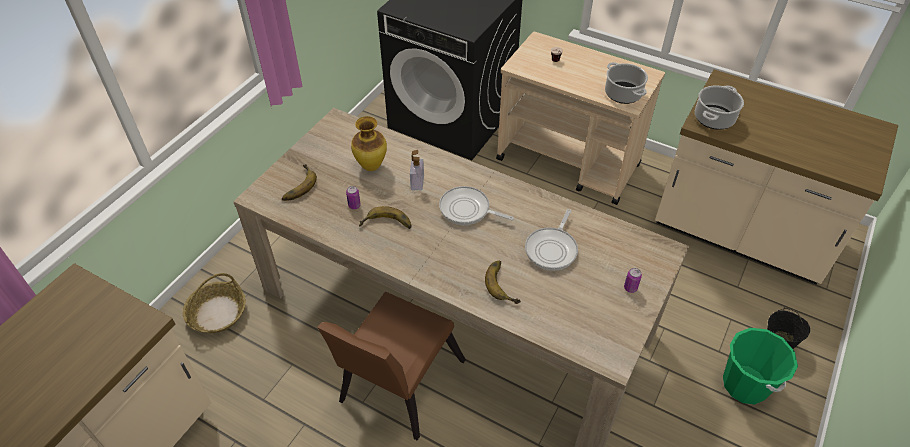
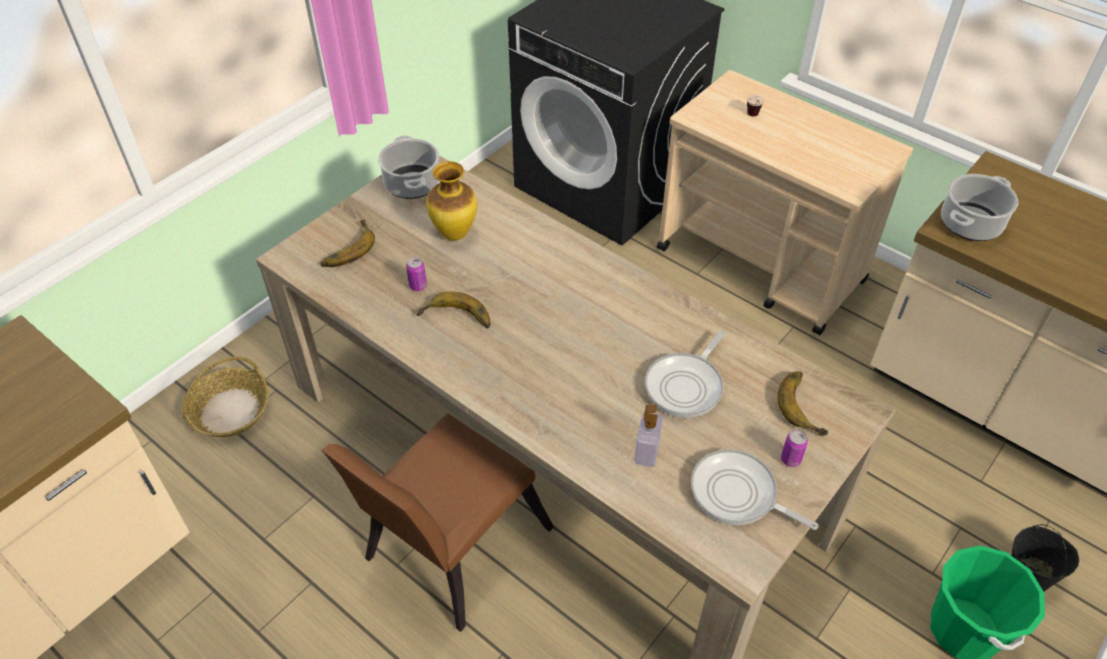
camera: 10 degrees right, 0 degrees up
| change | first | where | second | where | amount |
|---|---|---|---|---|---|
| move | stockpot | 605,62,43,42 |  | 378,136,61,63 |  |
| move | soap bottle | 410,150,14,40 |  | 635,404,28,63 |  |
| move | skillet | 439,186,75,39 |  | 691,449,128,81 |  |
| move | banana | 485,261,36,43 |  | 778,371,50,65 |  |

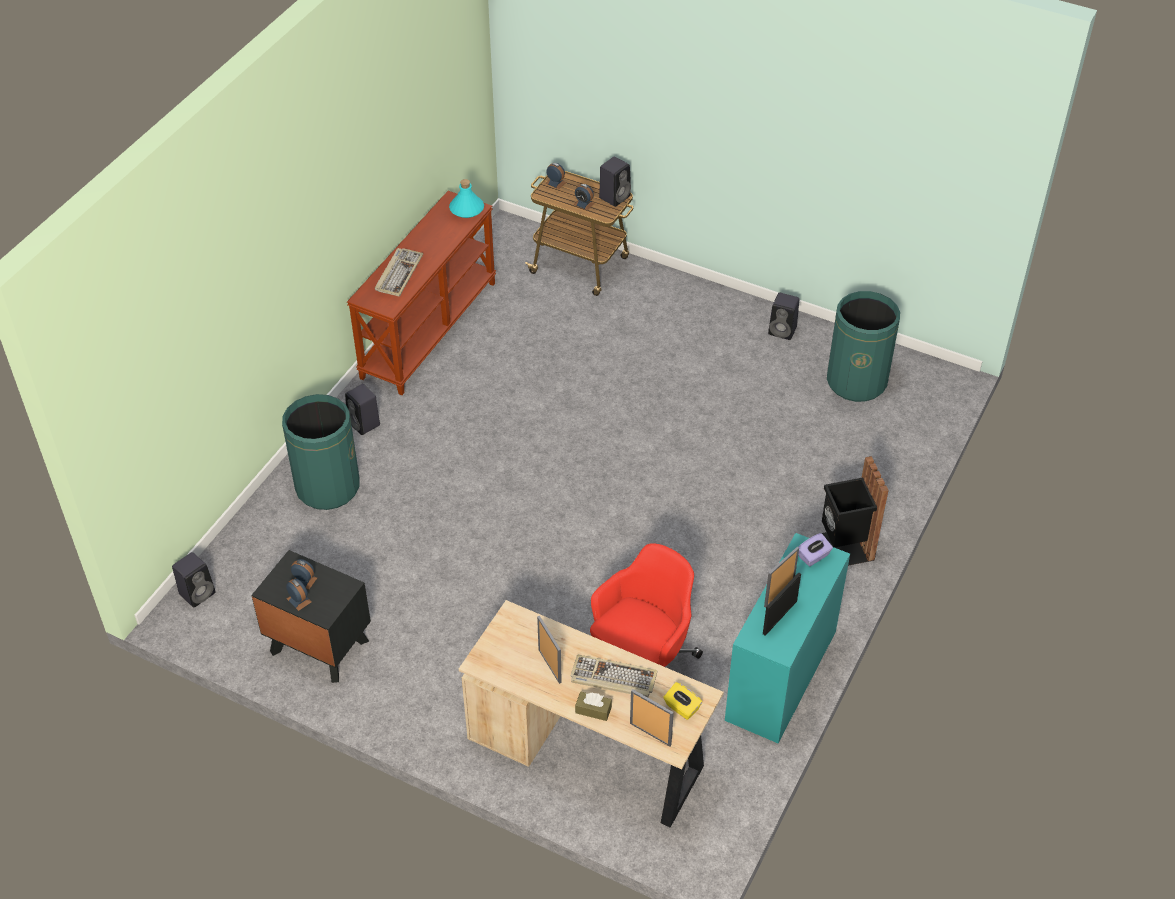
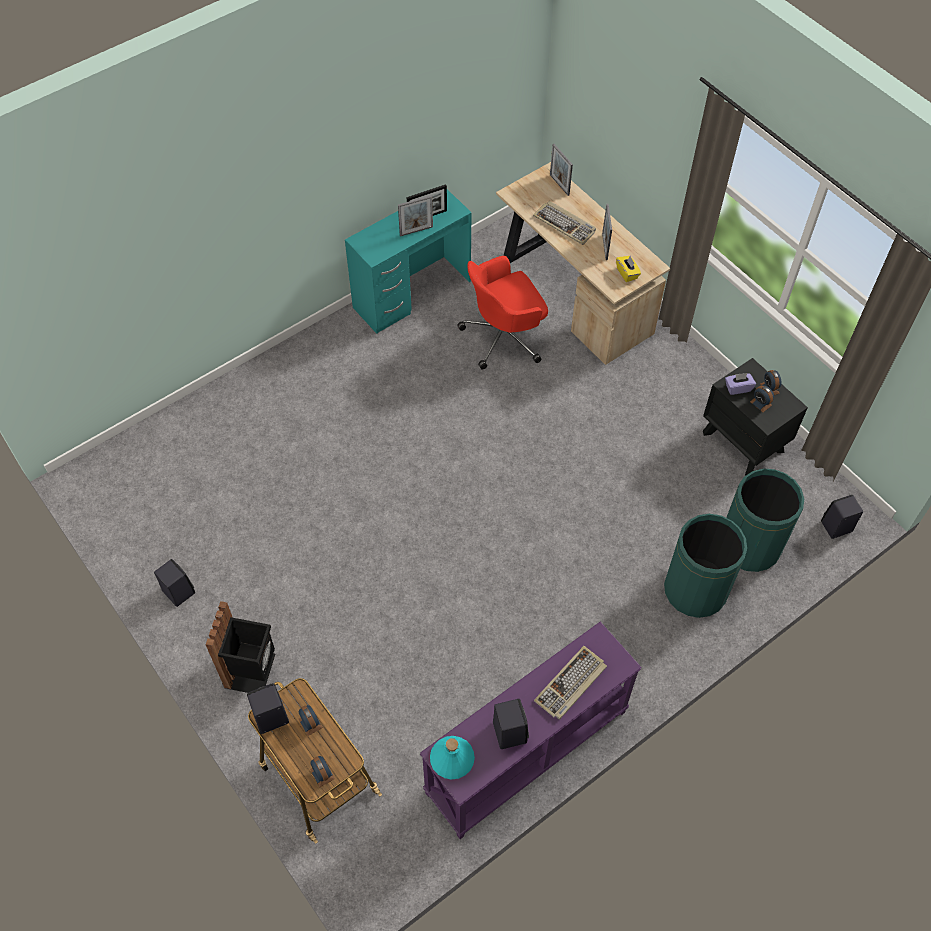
camera: 155 degrees left, 10 degrees up
| change | first | where | second | where | amount |
|---|---|---|---|---|---|
| recolor | brownish narrow table | 347,191,149,204 | purple-coloured narrow table | 420,622,222,217 |  |
| move | green-coloured trash can | 827,291,73,111 |  | 726,469,78,103 |  |
| move | black speaker | 345,384,35,51 |  | 493,699,36,50 |  |
| move | black trash can | 822,456,67,110 |  | 206,601,69,92 |  |
| move | purple-coloured tissue holder | 798,533,35,33 |  | 725,373,31,22 |  |
| move | yellow-coloured tissue holder | 663,682,39,38 |  | 616,256,25,26 |  |
| delete | brownish tissue holder | 575,691,37,30 |  |  |  |

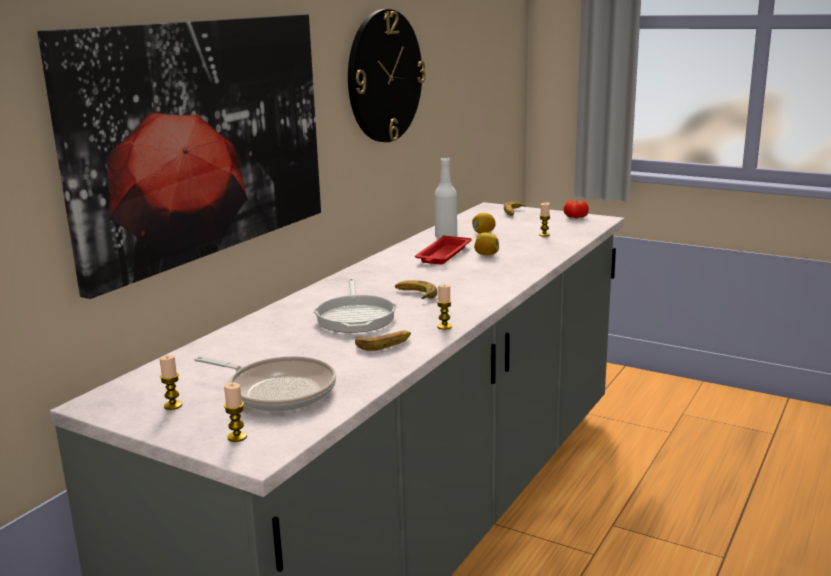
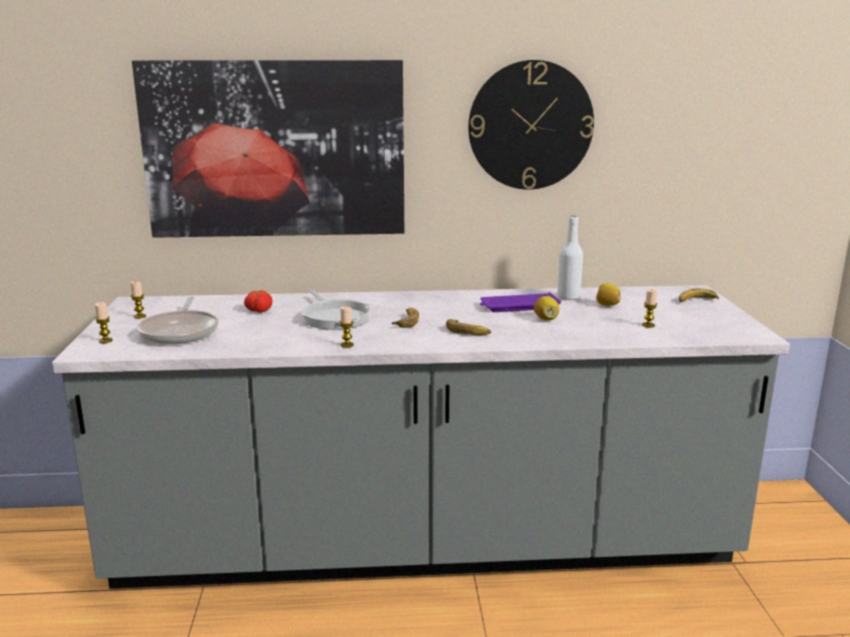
camera: 55 degrees right, 0 degrees up
| change | first | where | second | where | amount |
|---|---|---|---|---|---|
| move | fresh tomato | 563,200,26,18 |  | 244,290,28,23 |  |
| recolor | red carrying tray | 415,236,56,29 | purple-coloured carrying tray | 480,292,81,20 |  |
| rotate | skillet | 313,278,85,55 |  | 301,289,69,41 | 75 degrees counterclockwise |
| move | banana | 355,330,56,21 |  | 446,319,45,17 |  |

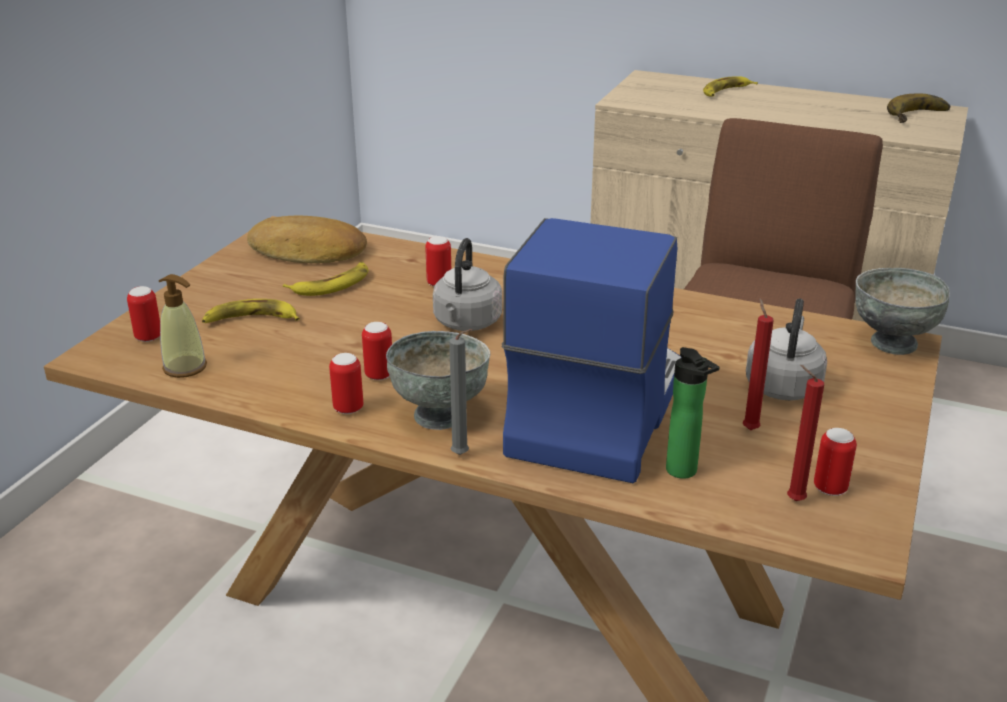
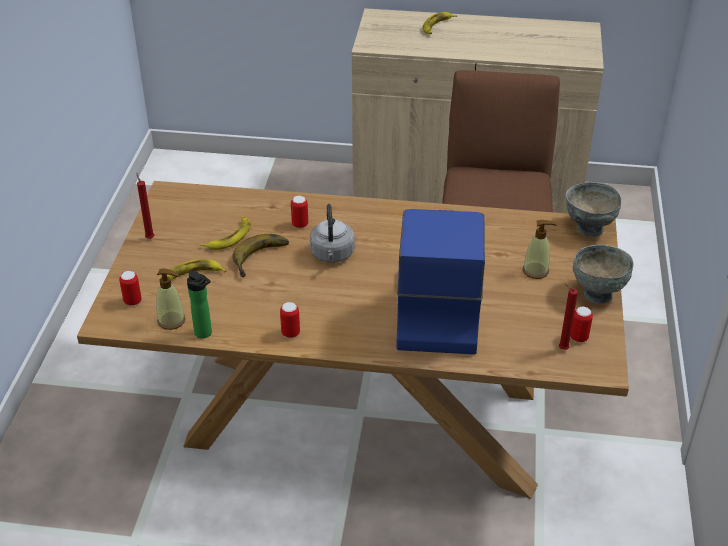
camera: 15 degrees left, 10 degrees up
| change | first | where | second | where | amount |
|---|---|---|---|---|---|
| move | banana | 887,93,63,30 |  | 232,234,57,43 |  |
| delete | baked bread | 247,216,120,47 |  |  |  |
| move | red wax candle | 743,298,31,132 |  | 136,172,18,67 |  |
| replace | greyish water kettle | 746,298,81,103 | soap bottle | 523,220,34,59 |  |
| delete | can | 362,322,30,58 |  |  |  |
| delete | greyish wax candle | 449,329,23,126 |  |  |  |
| move | greyish bowl | 386,331,104,99 |  | 573,245,61,59 |  |
| move | beverage bottle | 666,347,54,132 |  | 187,271,25,67 |  |

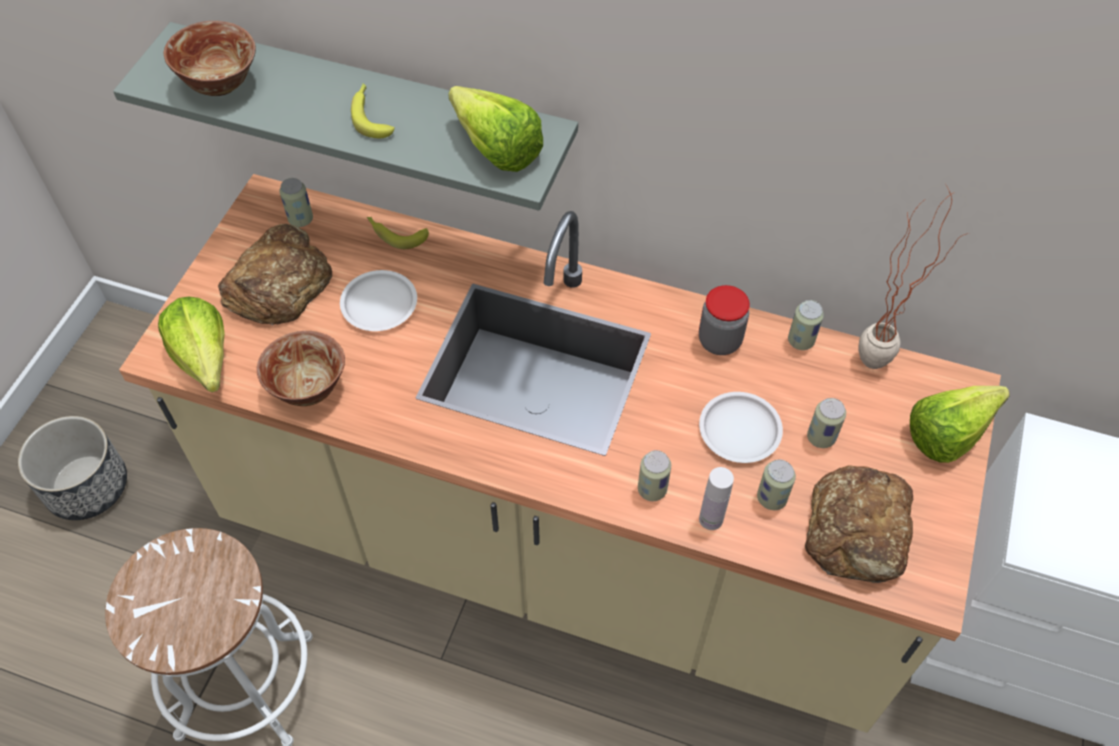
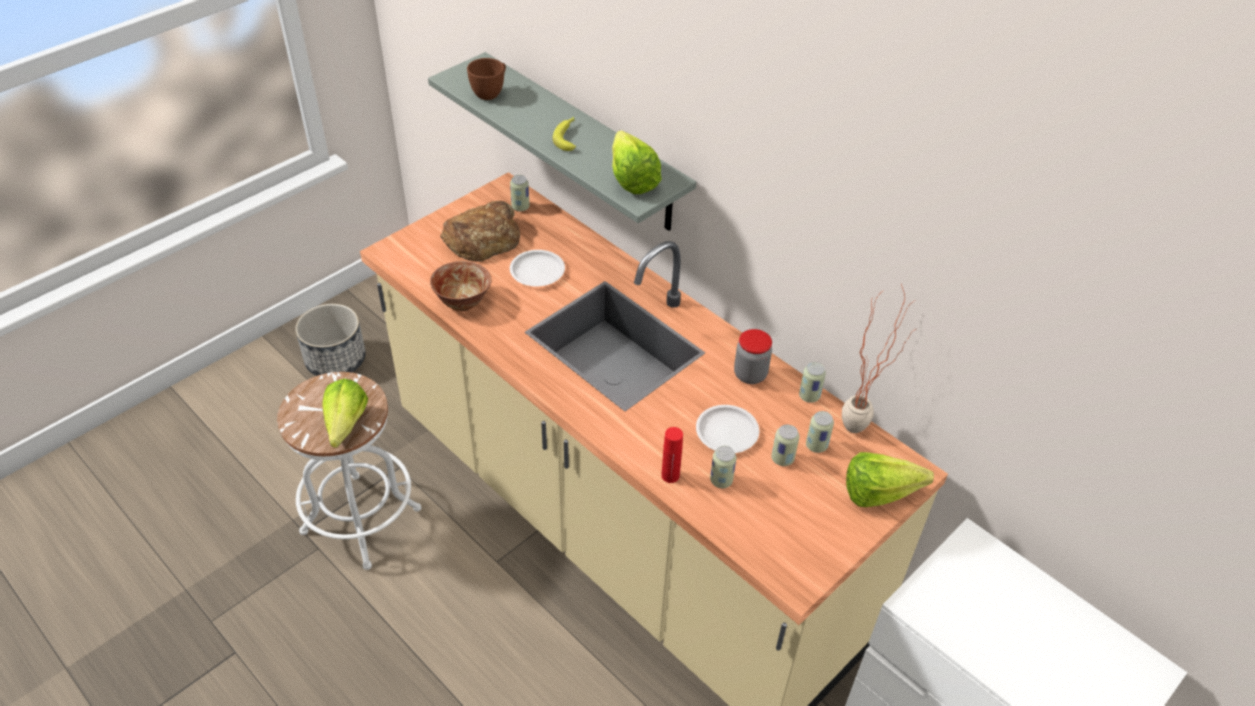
camera: 25 degrees right, 10 degrees down
| change | first | where | second | where | amount |
|---|---|---|---|---|---|
| replace | bowl | 164,21,92,75 | brownish cup | 467,58,39,42 |  |
| delete | banana | 367,217,62,32 |  |  |  |
| move | lettuce head | 158,297,67,95 |  | 322,378,46,70 |  |
| move | can | 638,450,33,51 |  | 806,411,28,42 |  |
| delete | baked bread | 805,465,108,118 |  |  |  |
| recolor | white beverage bottle | 699,467,35,63 | red beverage bottle | 661,427,22,56 |  |

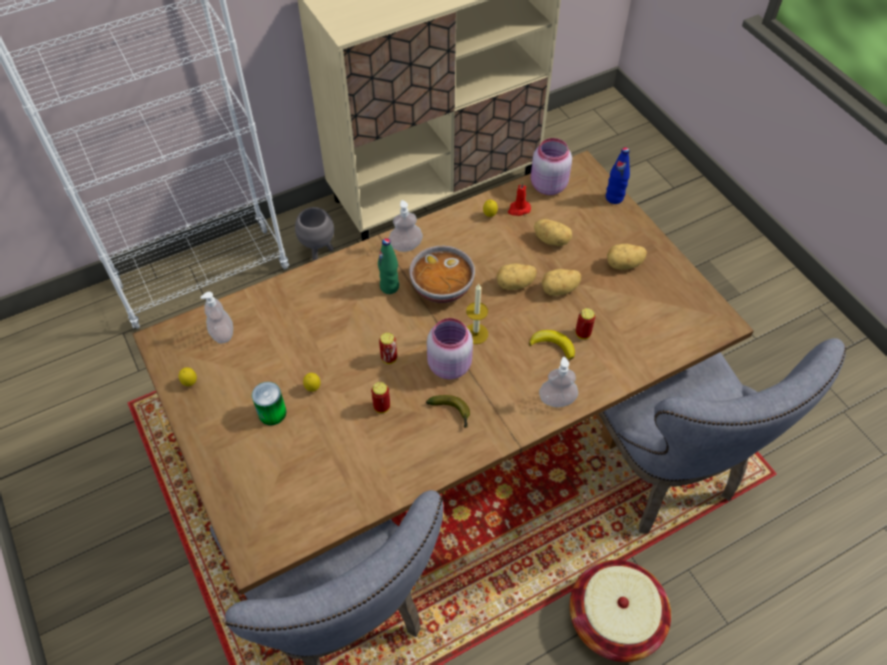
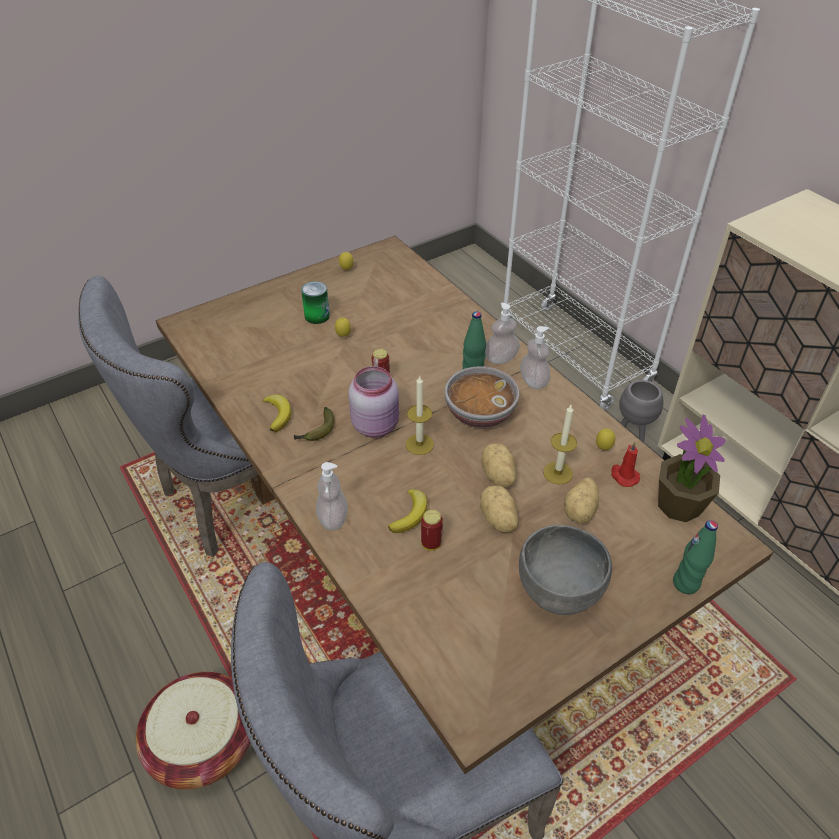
camera: 85 degrees right, 10 degrees down
| change | first | where | second | where | amount |
|---|---|---|---|---|---|
| replace | pinkish jar | 531,138,41,57 | houseplant | 658,415,68,107 |  |
| recolor | blue-coloured beverage bottle | 606,147,24,57 | green-coloured beverage bottle | 673,520,45,74 |  |
| replace | whole potato | 607,244,40,26 | greyish bowl | 519,525,93,90 |  |
| move | soap bottle | 200,292,33,52 |  | 485,303,35,61 |  |
| delete | can | 371,382,19,31 |  |  |  |
| insert |  |  | banana | 262,394,30,38 |  |
| insert |  |  | wax candle | 543,405,34,80 |  |

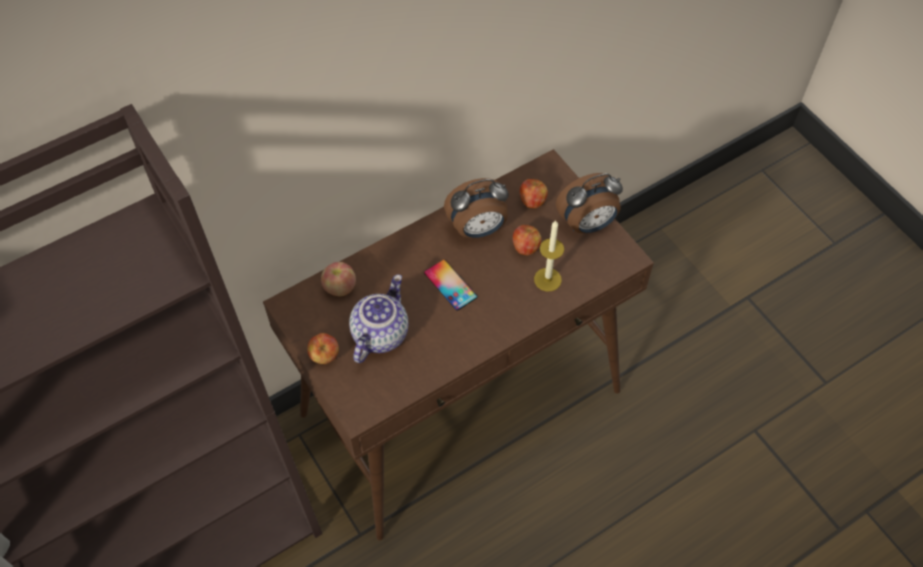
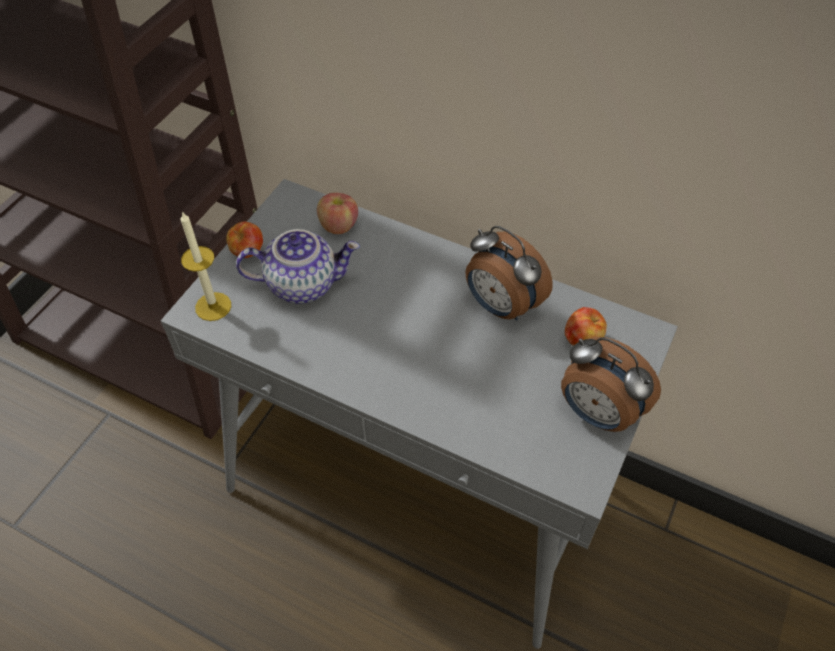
camera: 60 degrees right, 5 degrees down
| change | first | where | second | where | amount |
|---|---|---|---|---|---|
| recolor | brownish narrow table | 263,149,391,391 | greyish narrow table | 161,179,517,470 |  |
| move | wax candle | 534,221,30,70 |  | 181,211,50,110 |  |
| delete | apple | 513,225,28,31 |  |  |  |
| delete | telephone | 424,259,53,52 |  |  |  |

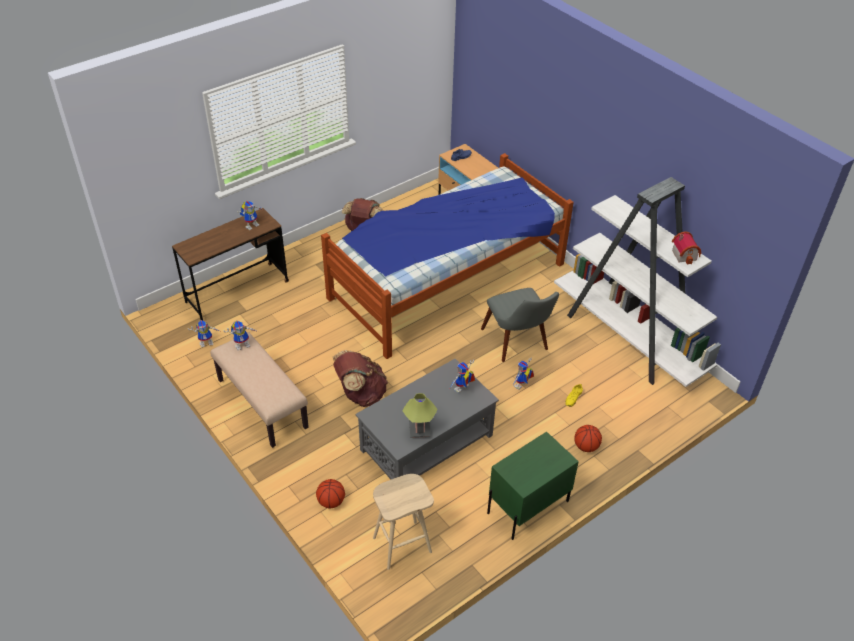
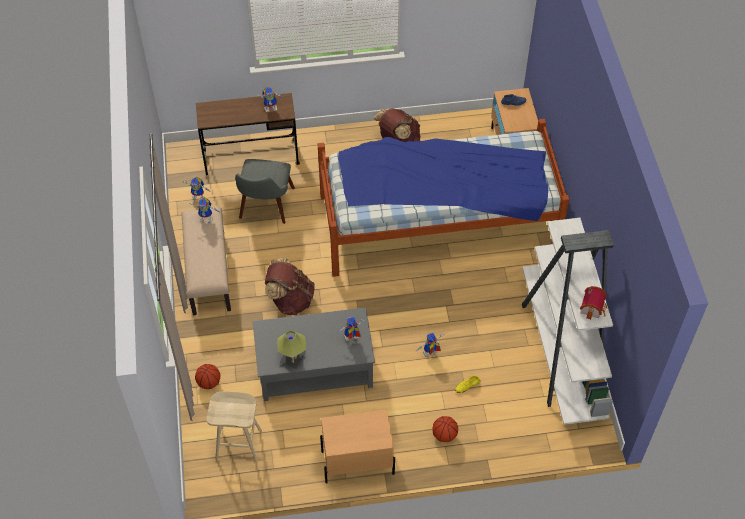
camera: 30 degrees right, 10 degrees up
| change | first | where | second | where | amount |
|---|---|---|---|---|---|
| move | greyish plain chair | 481,288,78,74 |  | 235,159,60,65 |  |
| recolor | green-coloured bedside table | 487,431,92,109 | sand-coloured bedside table | 320,410,75,73 |  |

